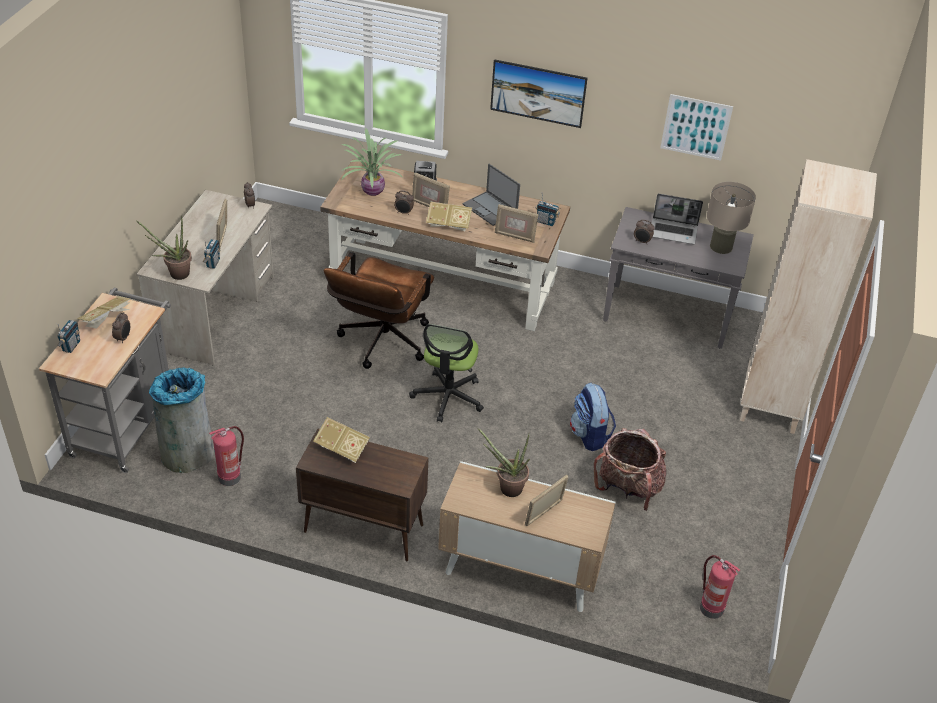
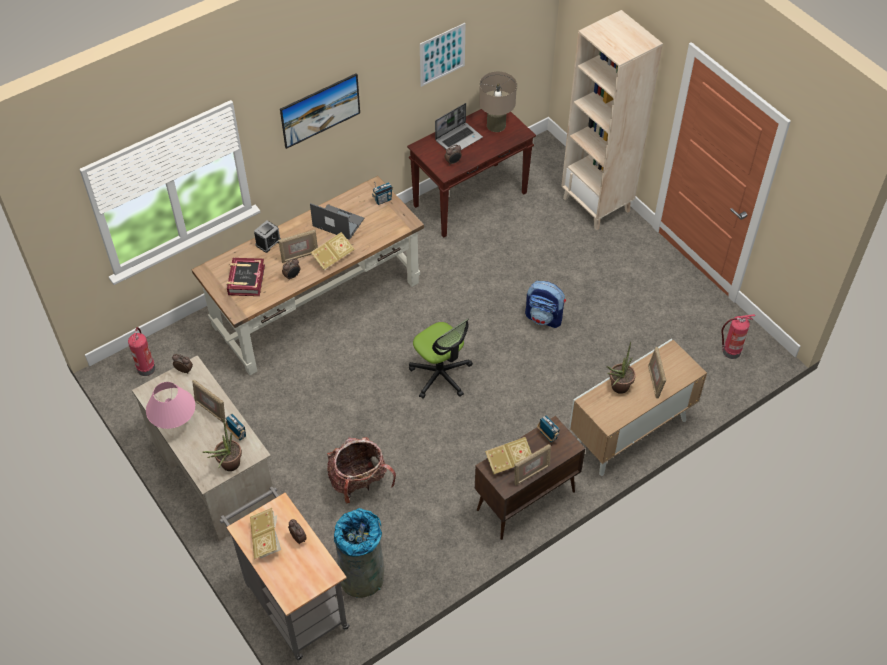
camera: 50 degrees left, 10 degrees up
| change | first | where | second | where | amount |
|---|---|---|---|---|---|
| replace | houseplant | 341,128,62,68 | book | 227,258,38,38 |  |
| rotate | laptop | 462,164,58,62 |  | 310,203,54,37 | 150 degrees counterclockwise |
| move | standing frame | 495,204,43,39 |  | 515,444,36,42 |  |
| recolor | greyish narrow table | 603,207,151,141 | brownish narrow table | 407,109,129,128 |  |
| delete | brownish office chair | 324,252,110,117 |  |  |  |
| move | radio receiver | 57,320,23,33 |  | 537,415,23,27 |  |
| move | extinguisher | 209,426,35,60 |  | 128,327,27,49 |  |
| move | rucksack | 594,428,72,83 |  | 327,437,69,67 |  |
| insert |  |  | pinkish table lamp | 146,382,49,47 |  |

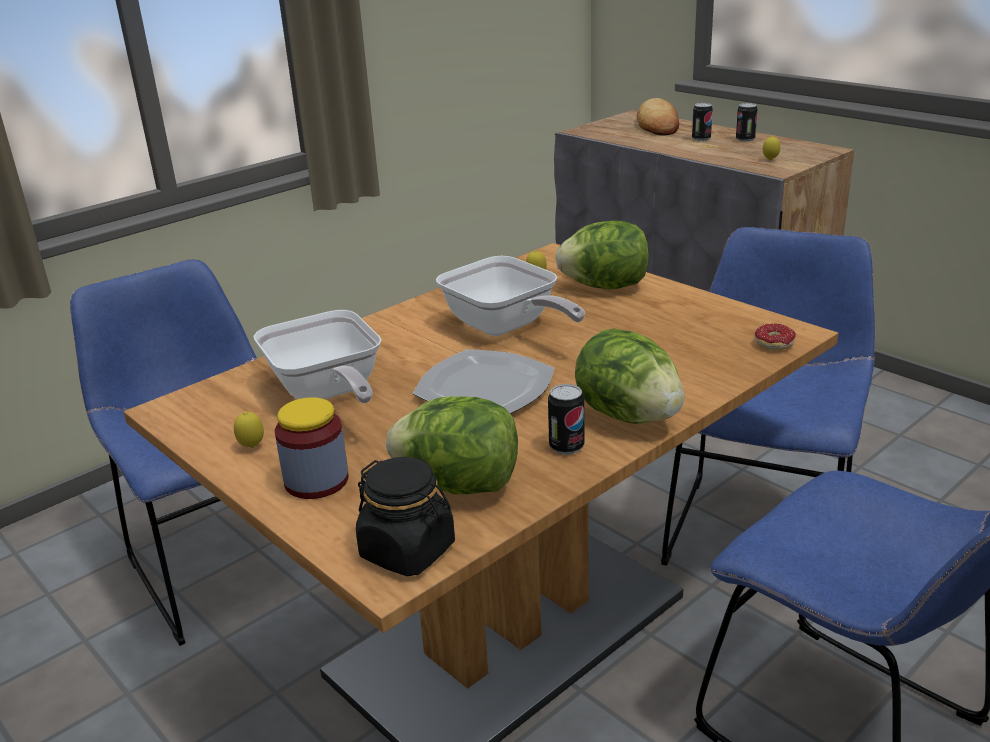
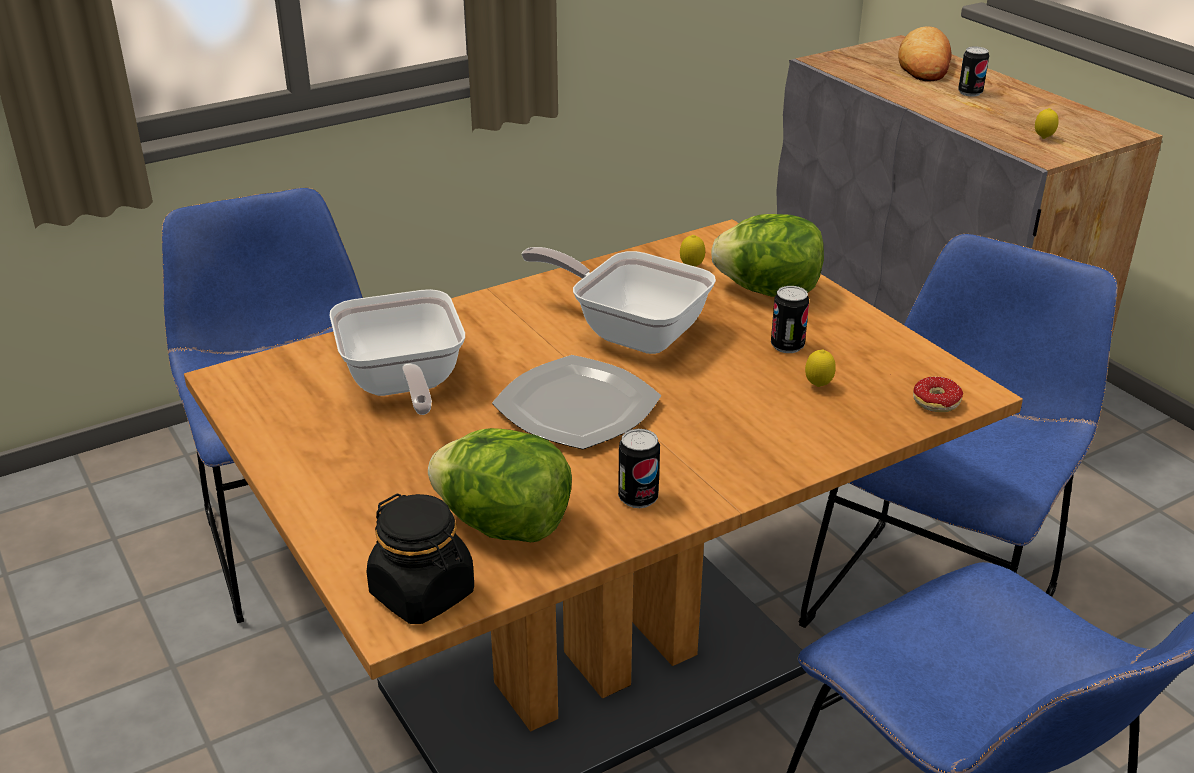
camera: 10 degrees right, 5 degrees up
| change | first | where | second | where | amount |
|---|---|---|---|---|---|
| move | can | 736,103,21,39 |  | 771,286,38,67 |  |
| rotate | skillet | 436,256,149,80 |  | 522,247,194,107 | 150 degrees clockwise |
| delete | lettuce head | 575,328,109,96 |  |  |  |
| delete | jar | 275,397,74,102 |  |  |  |
| move | lemon | 234,411,30,37 |  | 805,350,31,37 |  |

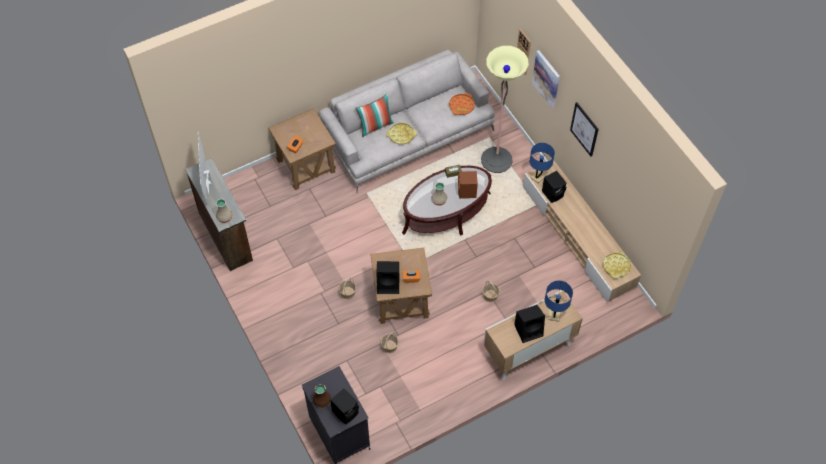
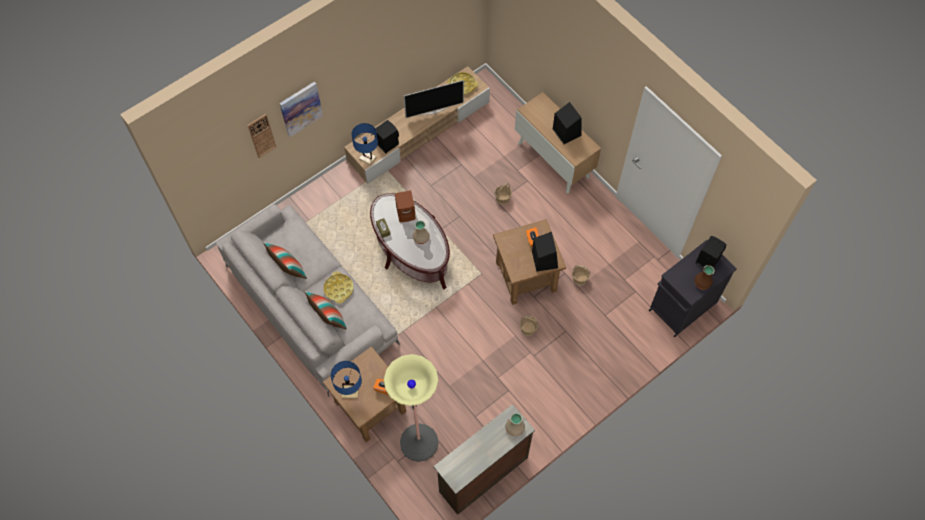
camera: 100 degrees left, 5 degrees up
| change | first | where | second | where | amount |
|---|---|---|---|---|---|
| move | standing lamp | 481,46,48,127 |  | 384,354,54,108 |  |
| delete | orange carrying tray | 449,93,26,22 |  |  |  |
| delete | wall art | 570,102,29,54 |  |  |  |
| move | television | 198,132,14,74 |  | 404,80,60,38 |  |
| move | blue-coloured table lamp | 545,281,28,41 |  | 331,361,31,37 |  |
| insert |  |  | pillow | 263,242,44,37 |  |

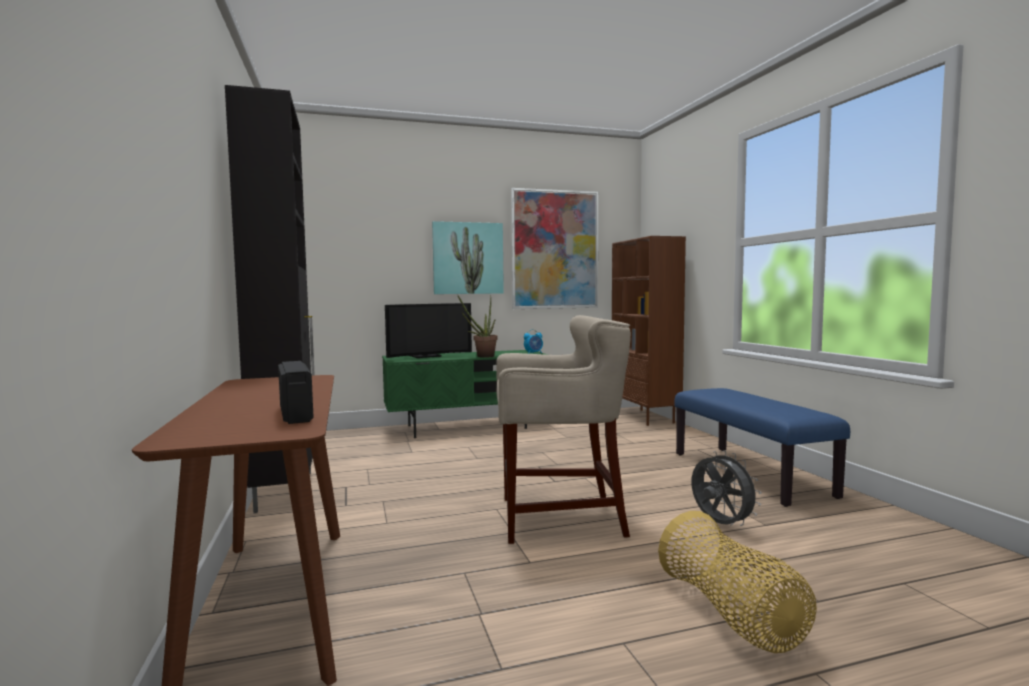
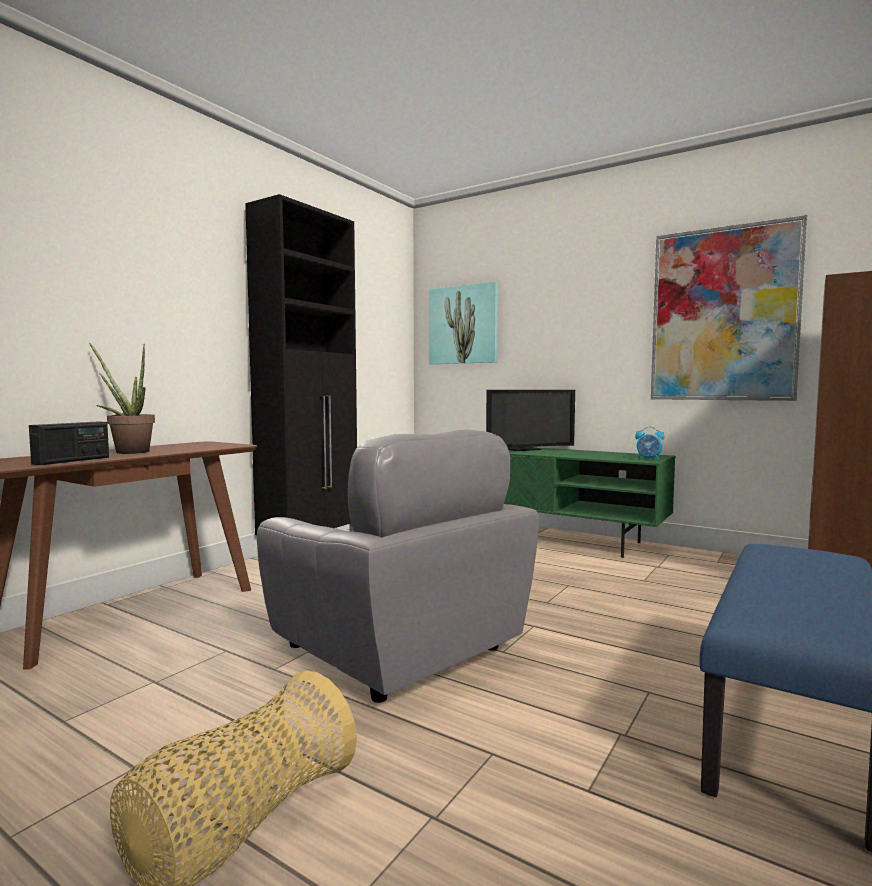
camera: 50 degrees right, 0 degrees up
| change | first | where | second | where | amount |
|---|---|---|---|---|---|
| move | wall art | 432,221,72,73 |  | 429,282,69,82 |  |
| move | houseplant | 457,294,41,64 |  | 89,342,66,112 |  |
| rotate | television | 385,303,87,55 |  | 486,390,89,61 | 45 degrees counterclockwise |
| replace | sand-coloured sitting stool | 496,315,135,229 | greyish armchair | 257,429,282,274 |  |
| delete | greyish fan | 691,450,71,76 |  |  |  |

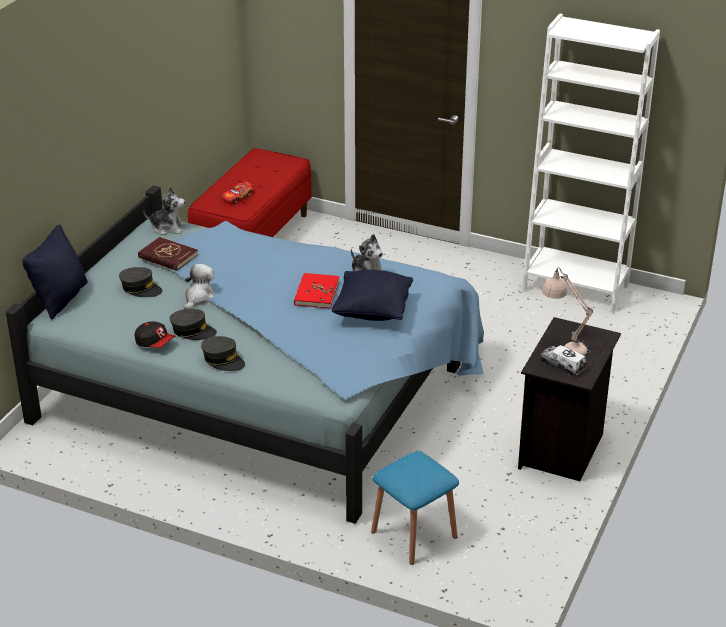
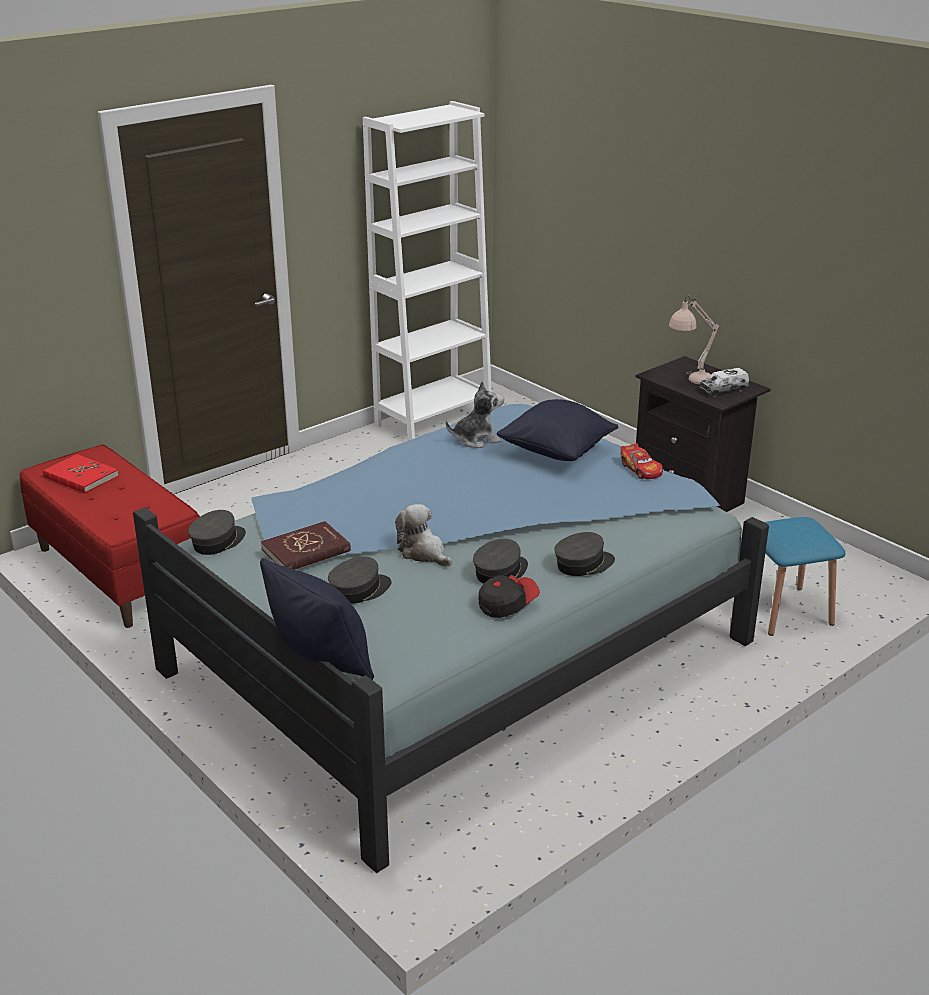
camera: 65 degrees left, 5 degrees down
| change | first | where | second | where | amount |
|---|---|---|---|---|---|
| move | miniature car | 222,180,32,24 |  | 621,443,42,36 |  |
| replace | plush toy | 143,187,43,48 | greyish cap | 188,510,58,45 |  |
| move | red book | 294,273,45,36 |  | 43,454,76,39 |  |

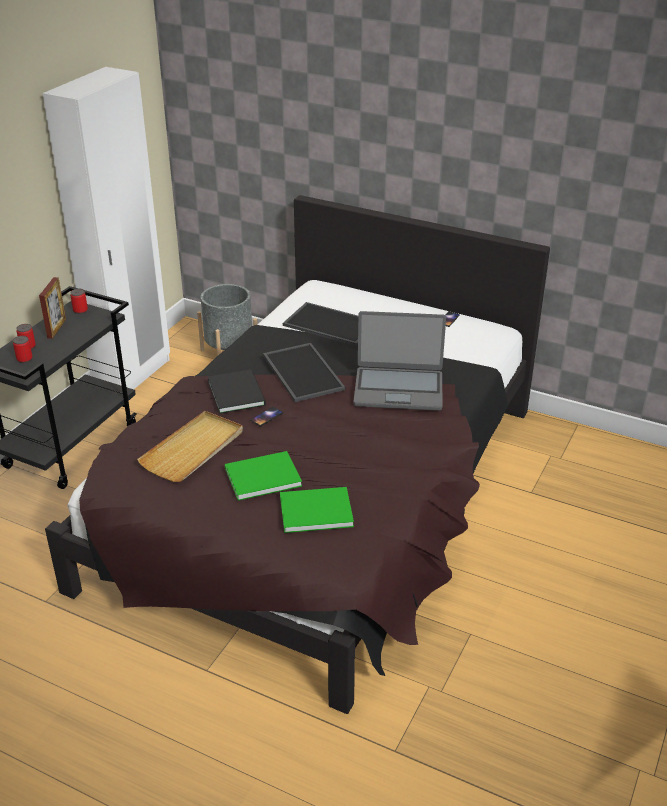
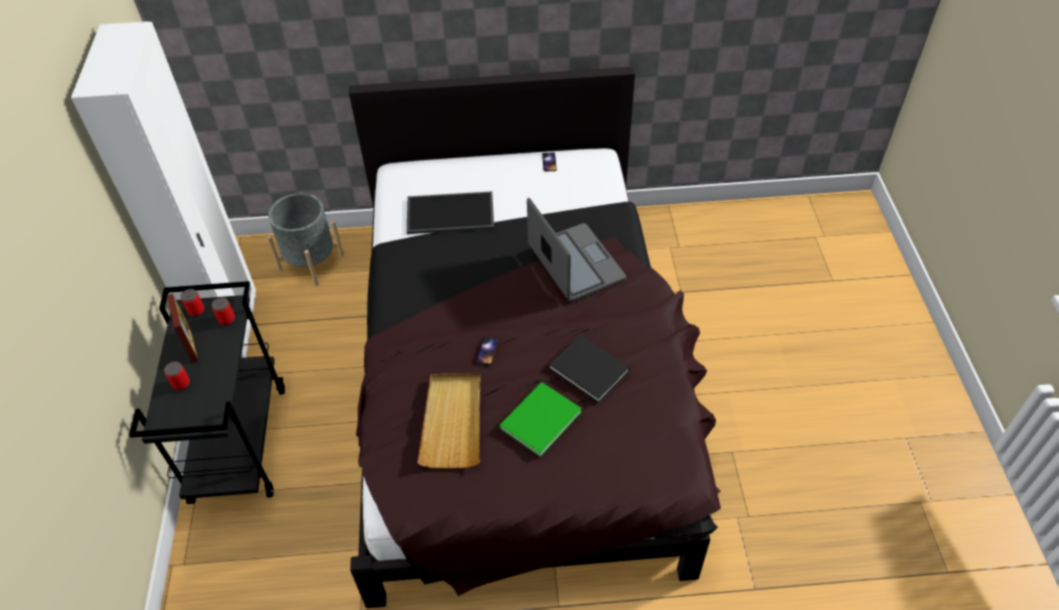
camera: 30 degrees left, 15 degrees up
| change | first | where | second | where | amount |
|---|---|---|---|---|---|
| rotate | laptop | 353,311,93,100 |  | 527,198,99,104 | 90 degrees counterclockwise |
| move | can | 13,336,20,27 |  | 212,297,23,28 |  |
| delete | carrying tray | 263,343,82,59 |  |  |  |
| move | black book | 208,370,58,43 |  | 549,335,81,68 |  |
| delete | green-coloured book | 280,487,74,46 |  |  |  |

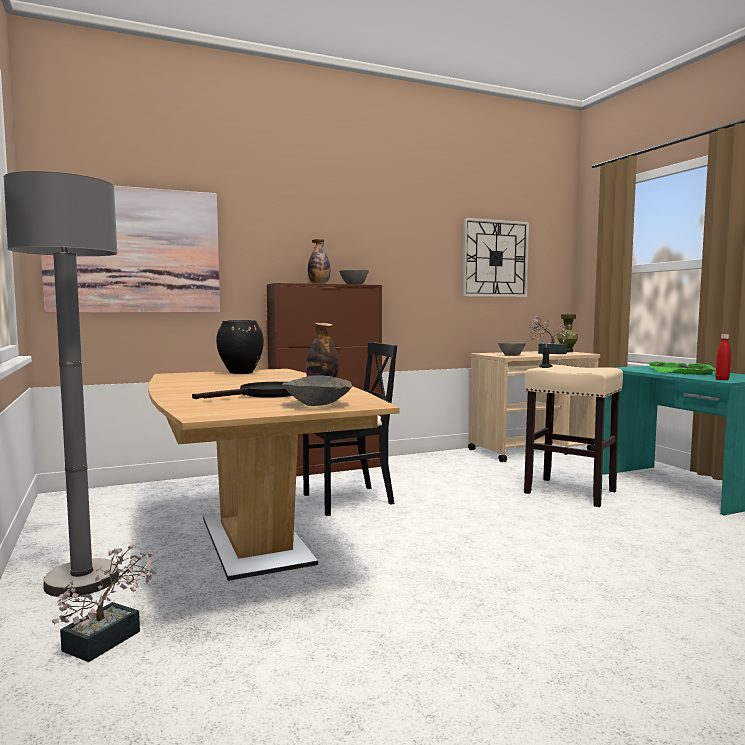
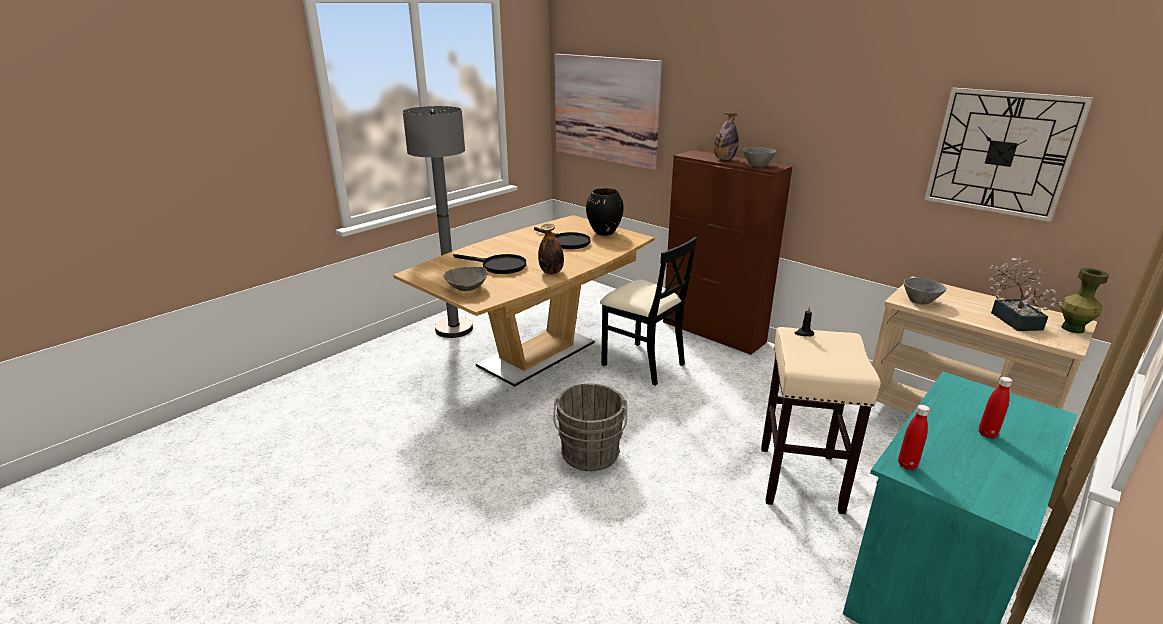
camera: 65 degrees right, 20 degrees up
| change | first | where | second | where | amount |
|---|---|---|---|---|---|
| replace | green-coloured carrying tray | 648,361,68,14 | red beverage bottle | 979,377,34,62 |  |
| delete | houseplant | 52,544,105,118 |  |  |  |
| insert |  |  | black skillet | 534,227,56,22 |  |
| insert |  |  | greyish water bucket | 553,384,74,87 |  |

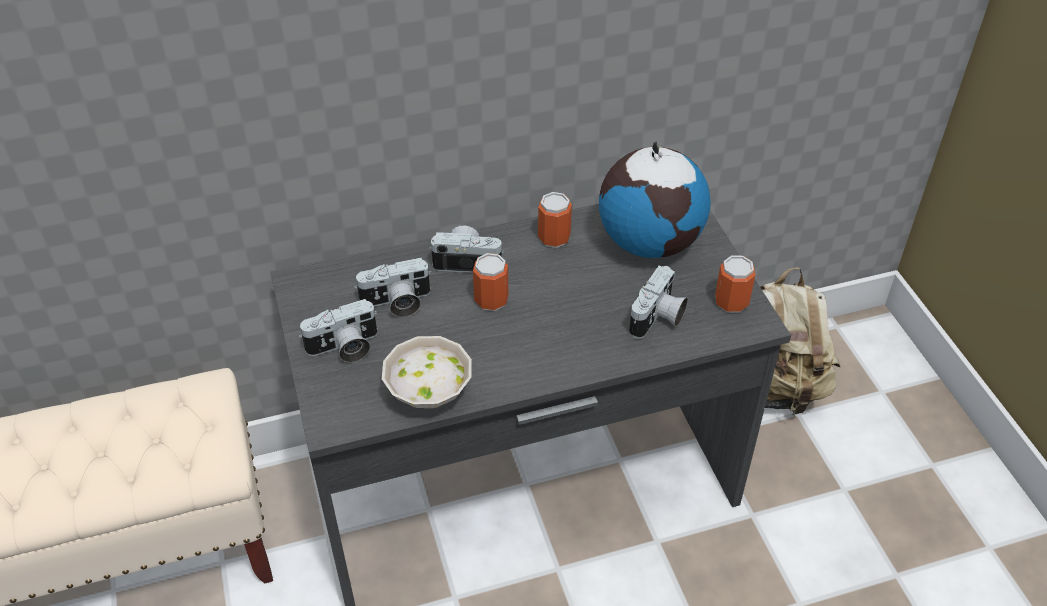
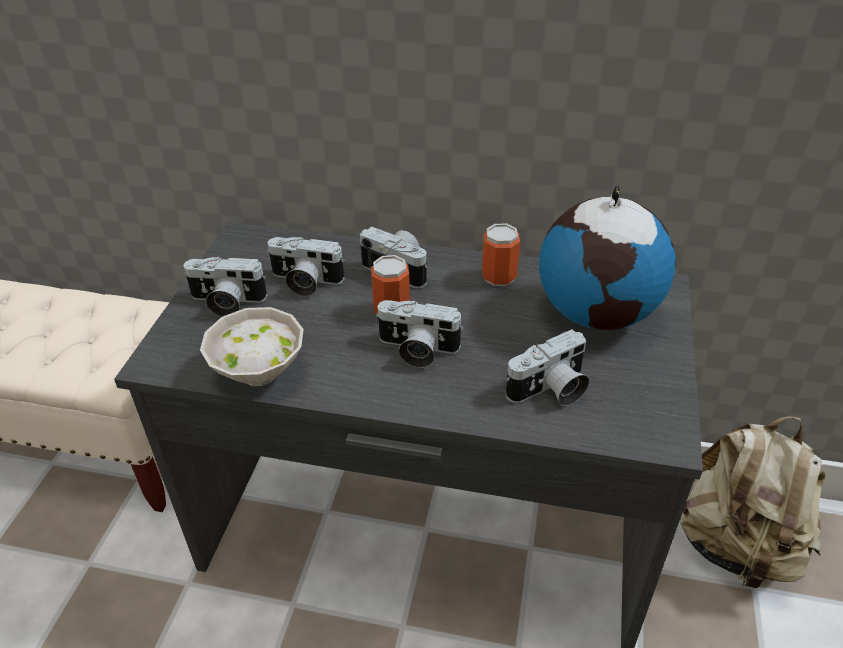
camera: 30 degrees right, 5 degrees down
| change | first | where | second | where | amount |
|---|---|---|---|---|---|
| delete | can | 715,255,40,58 |  |  |  |
| insert |  |  | still camera | 375,300,89,68 |  |

